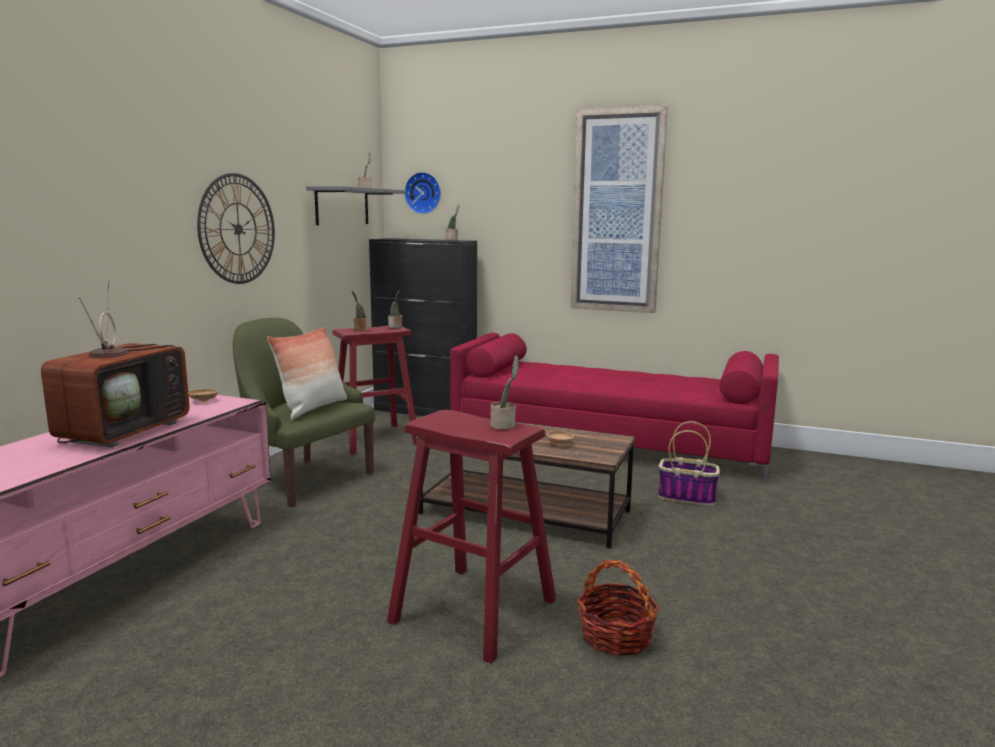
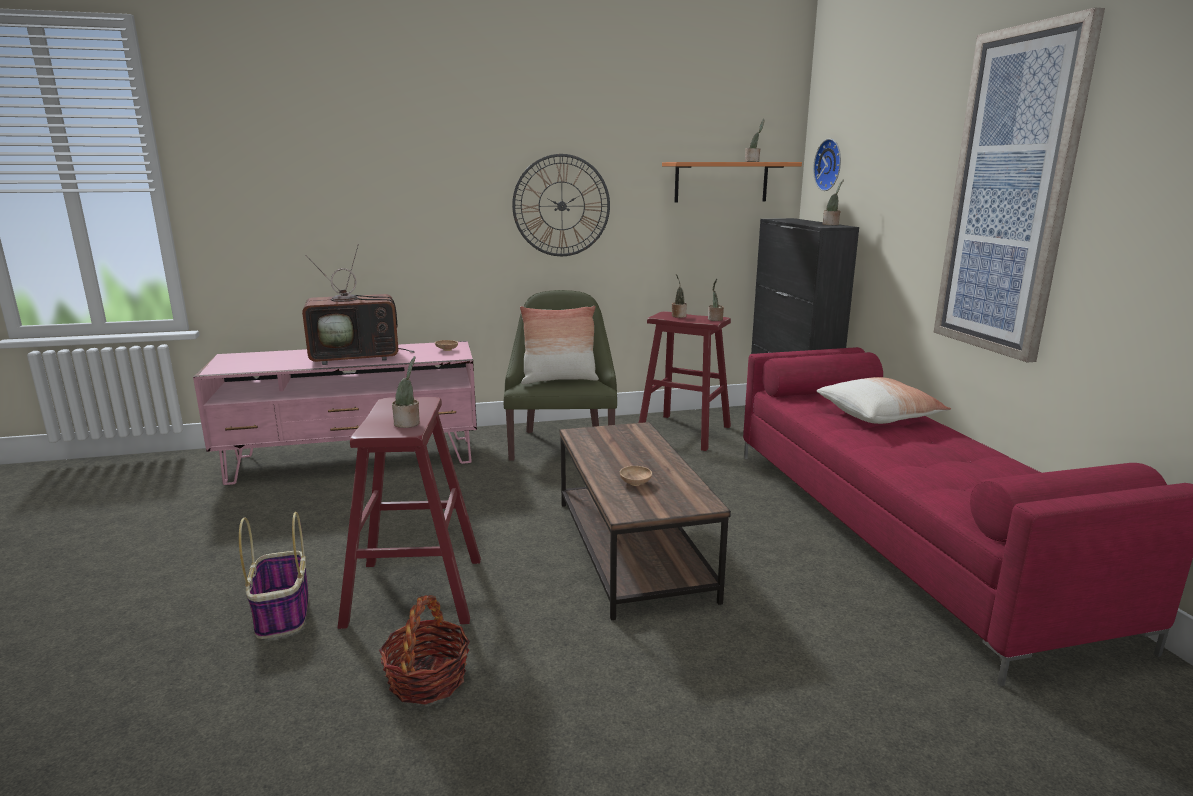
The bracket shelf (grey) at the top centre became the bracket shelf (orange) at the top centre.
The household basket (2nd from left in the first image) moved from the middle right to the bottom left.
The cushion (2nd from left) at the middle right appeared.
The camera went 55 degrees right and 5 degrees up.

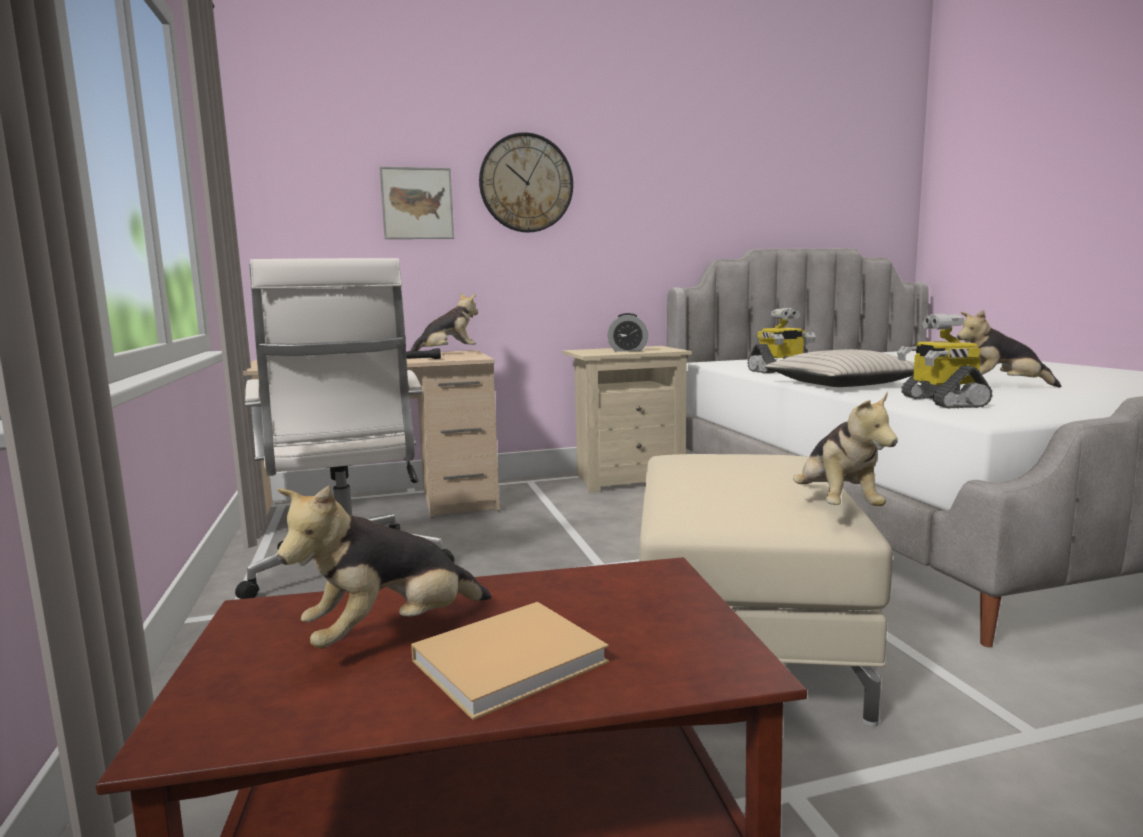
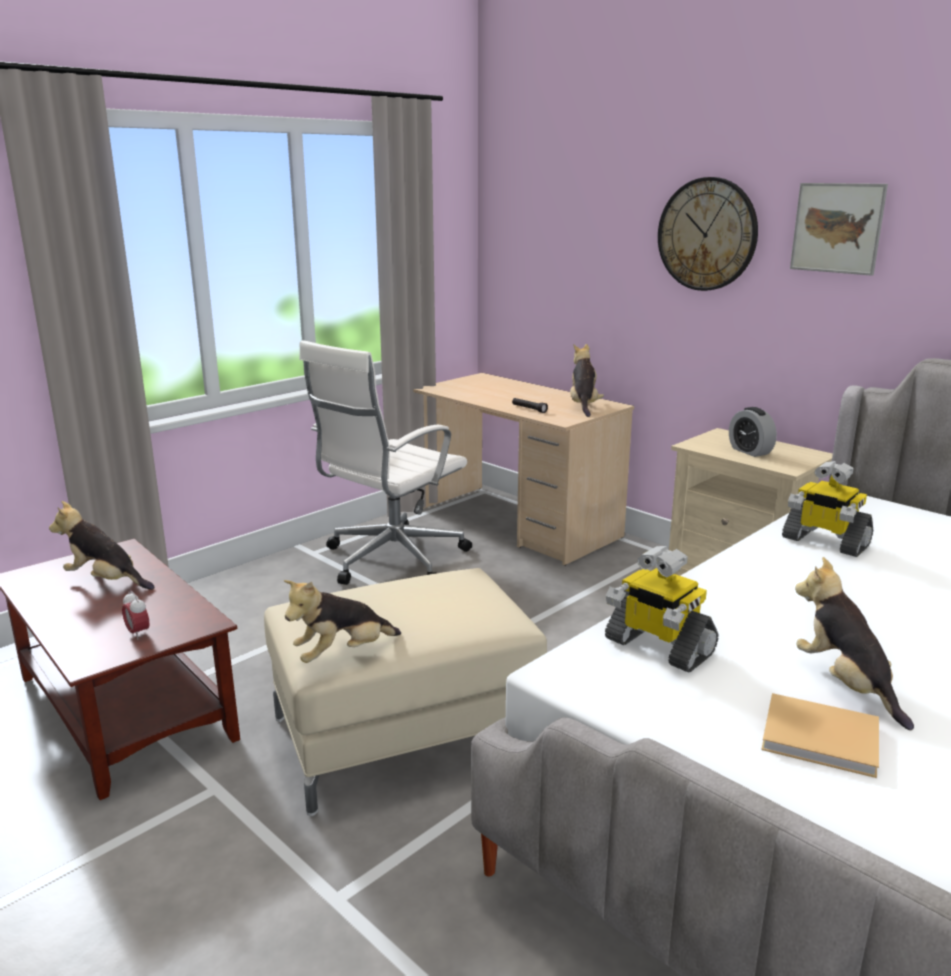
The wall art moved from the top centre to the top right.
The soft toy (2nd from left in the first image) at the centre turned 120 degrees counterclockwise.
The toy robot (2nd from left in the first image) at the middle right turned 105 degrees counterclockwise.
The cushion (sand-coloured) at the middle right disappeared.
The volume (sand-coloured) moved from the bottom centre to the bottom right.
The table clock (1st from left) at the middle left appeared.
The camera went 60 degrees right and 10 degrees up.

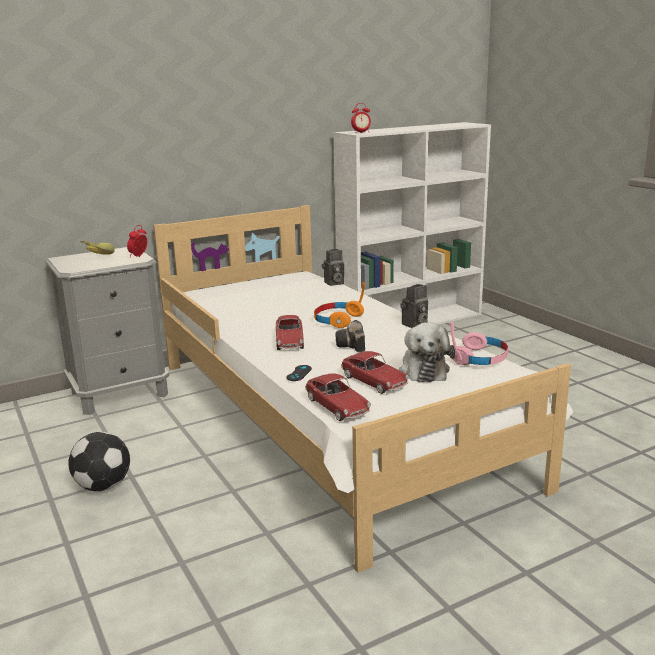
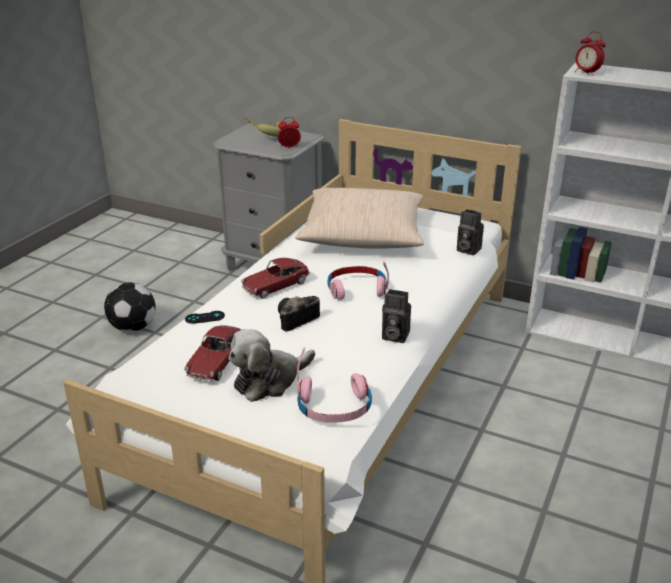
The pair of headphones (orange) at the centre became the pair of headphones (pinkish) (2nd from left) at the centre.
The toy car (2nd from left) at the centre disappeared.
The cushion (sand-coloured) at the centre appeared.
The camera went 55 degrees right and 10 degrees up.

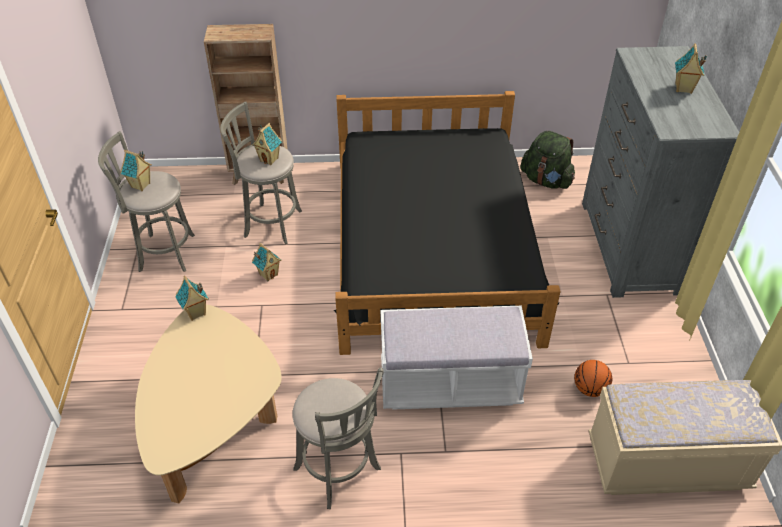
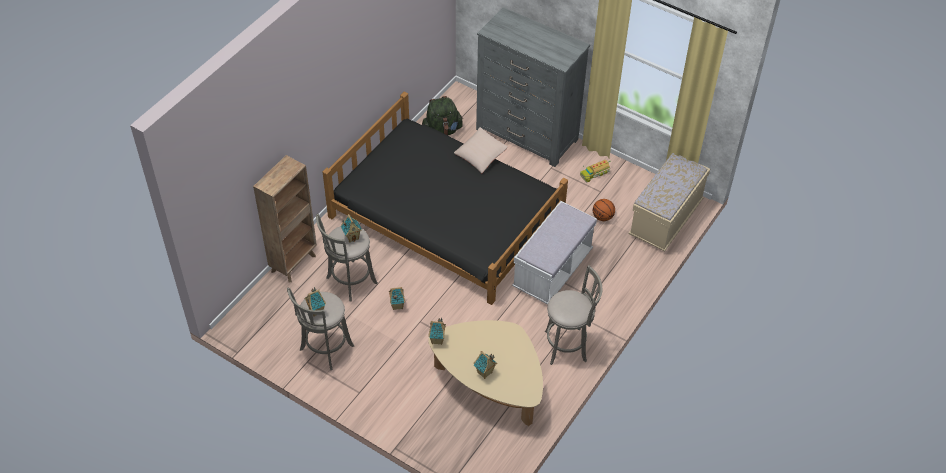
The toy house (5th from left) moved from the top right to the bottom centre.
The cushion (sand-coloured) at the top centre appeared.
The toy truck at the centre appeared.
The camera went 55 degrees left and 5 degrees up.

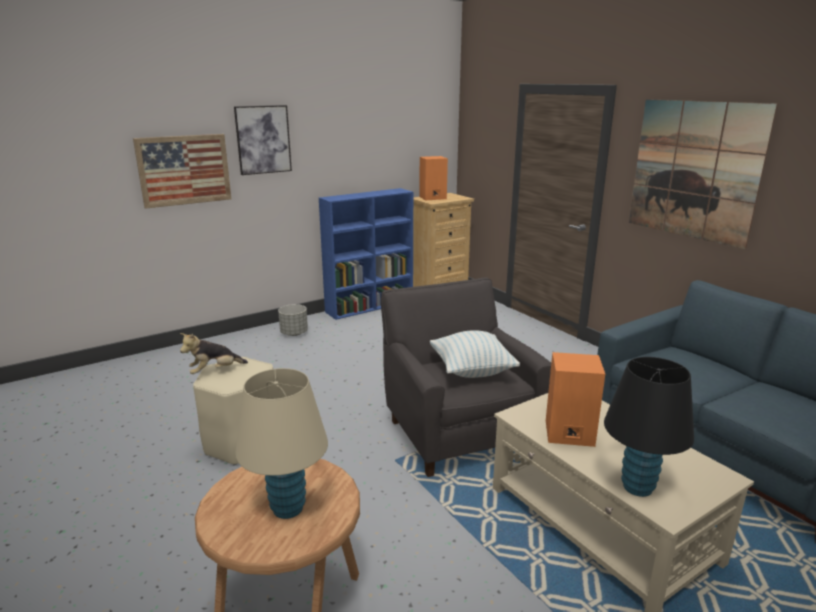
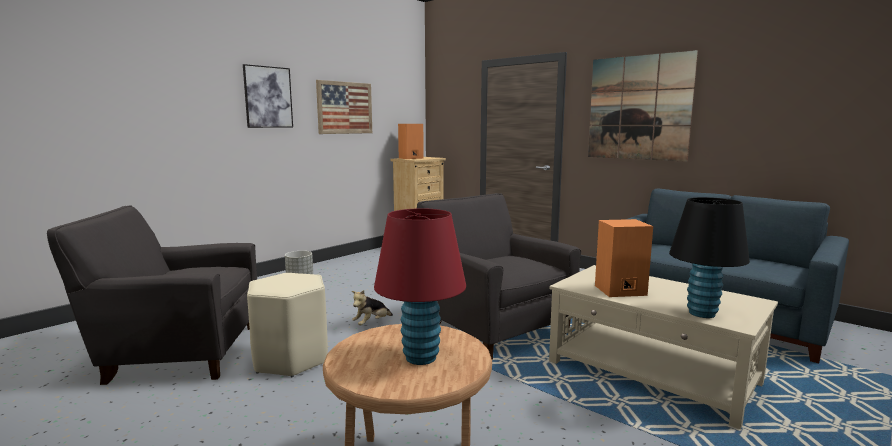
The wall art (1st from left in the first image) moved from the top left to the top centre.
The shelving unit (bluish) at the centre disappeared.
The cushion at the centre disappeared.
The soft toy moved from the middle left to the bottom centre.
The lamp for a table (sand-coloured) at the bottom centre became the lamp for a table (reddish) at the centre.
The armchair (grey) (1st from left) at the middle left appeared.
The camera went 15 degrees left and 10 degrees down.

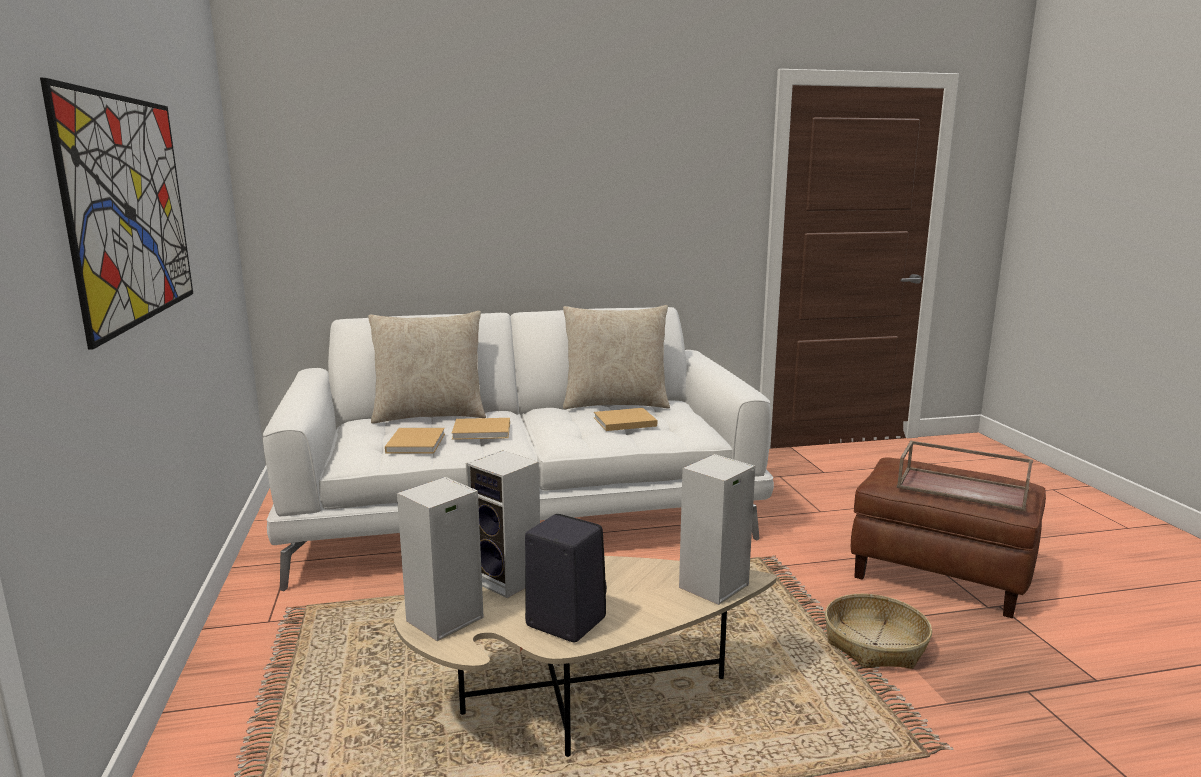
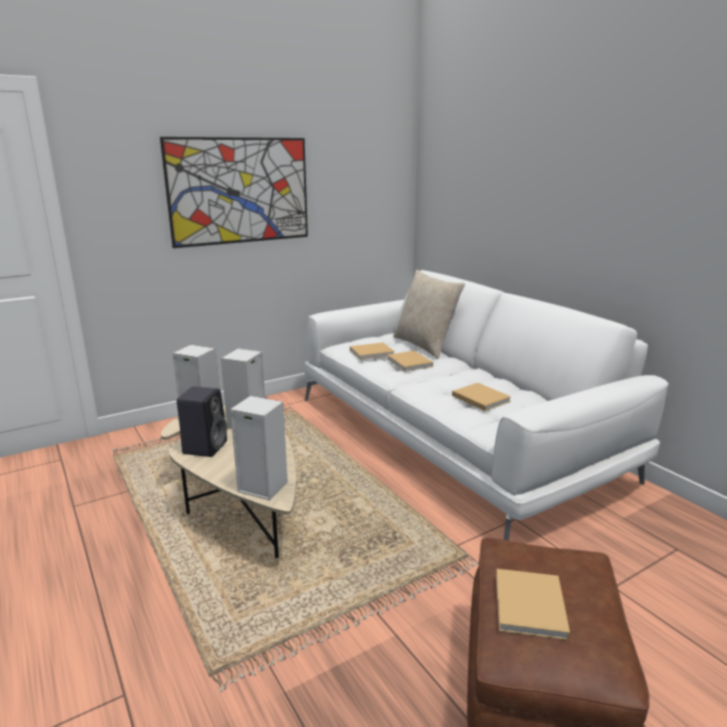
The cushion (sand-coloured) (2nd from left) at the centre disappeared.
The serving tray (brown-coloured) at the middle right was replaced by the volume (sand-coloured) (4th from left) at the bottom right.
The household basket at the bottom right disappeared.
The camera went 70 degrees right and 5 degrees up.

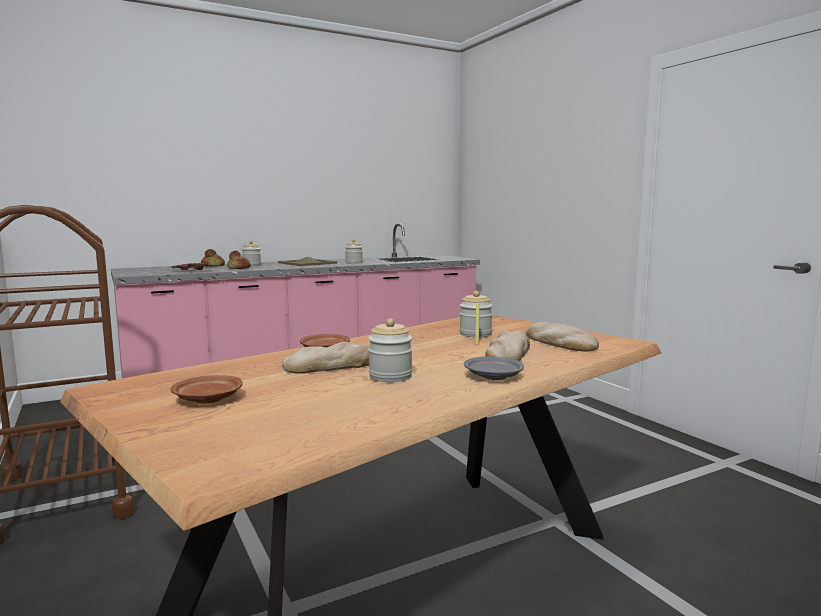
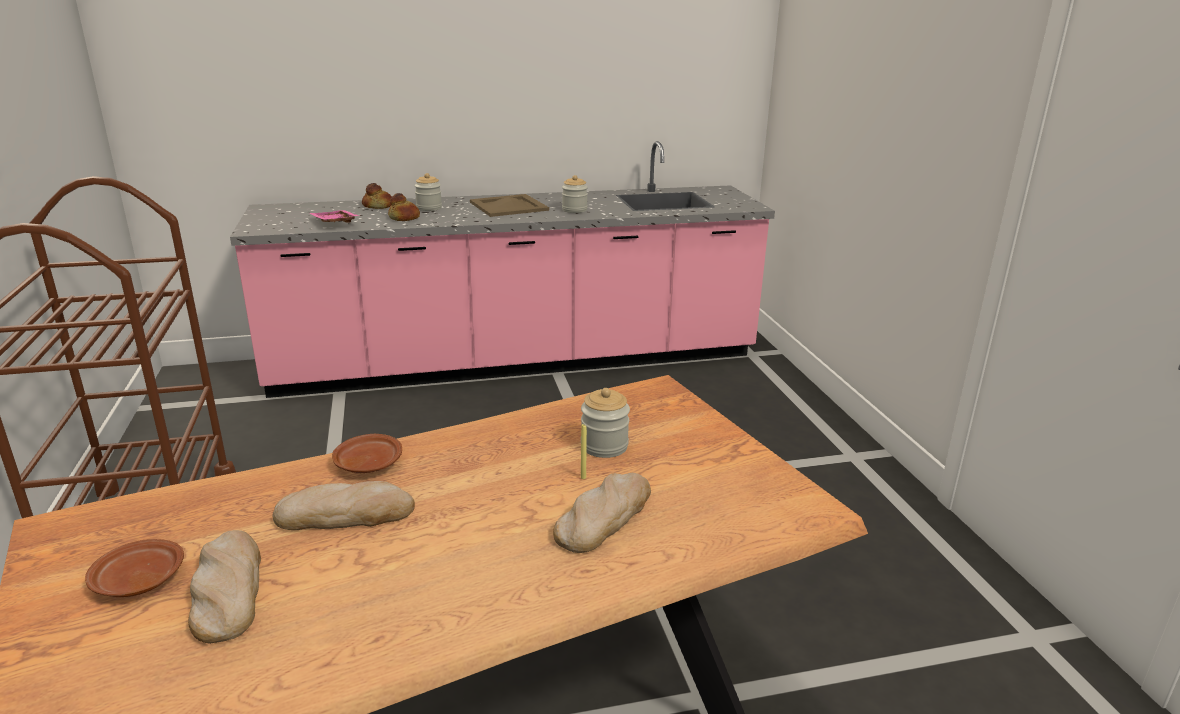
The storage jar (3rd from left) at the centre disappeared.
The baked bread (5th from left in the first image) moved from the middle right to the bottom left.
The flat dish (grey) at the centre disappeared.
The camera went 15 degrees right and 15 degrees up.

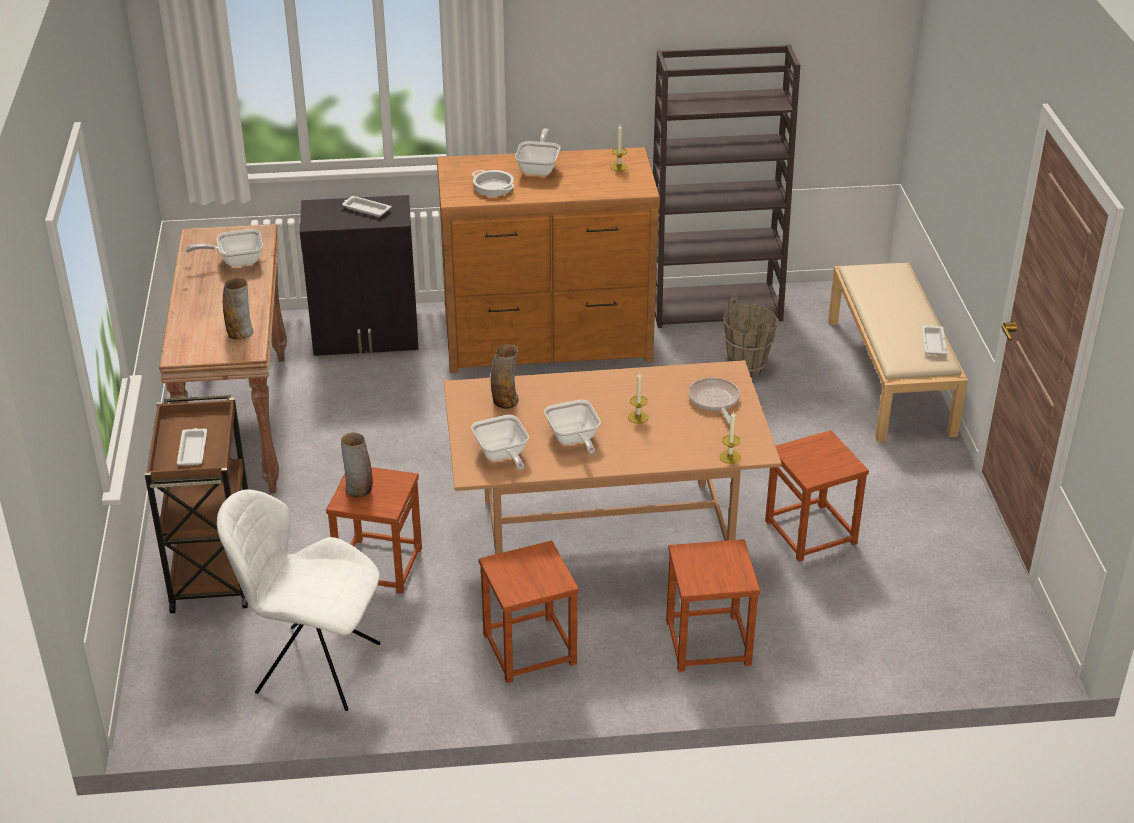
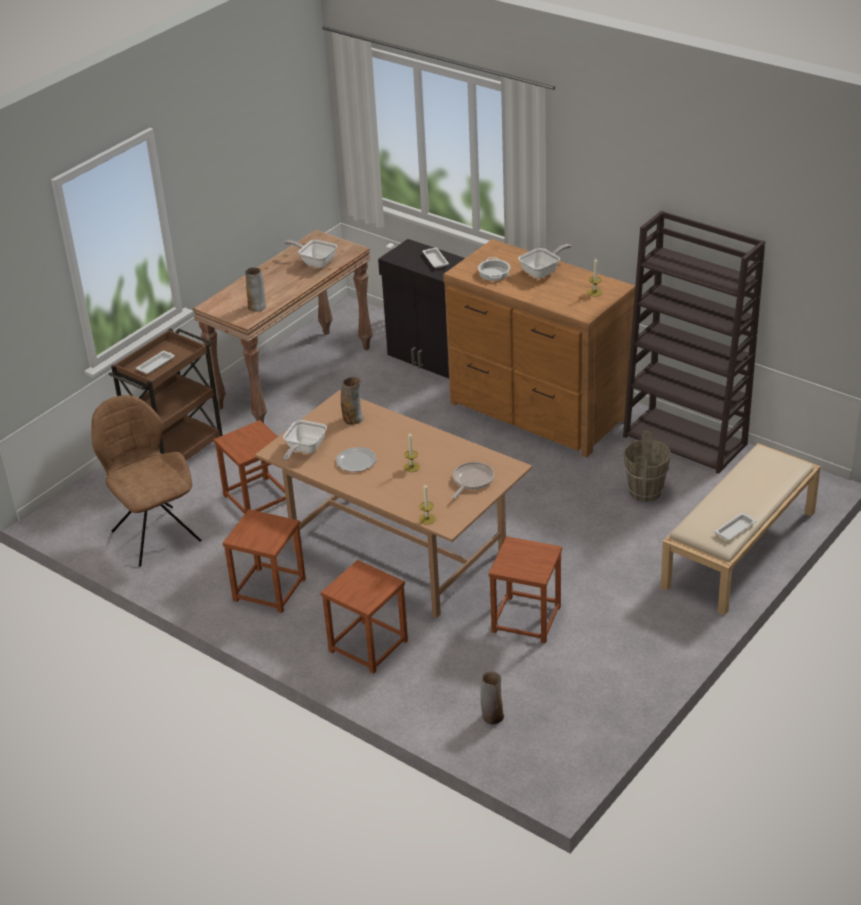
The skillet (4th from left) at the centre was replaced by the flat dish at the centre.
The flower vase (2nd from left in the first image) moved from the middle left to the bottom centre.
The chair (whitish) at the bottom left became the chair (brown-coloured) at the middle left.
The camera went 45 degrees right and 0 degrees up.

